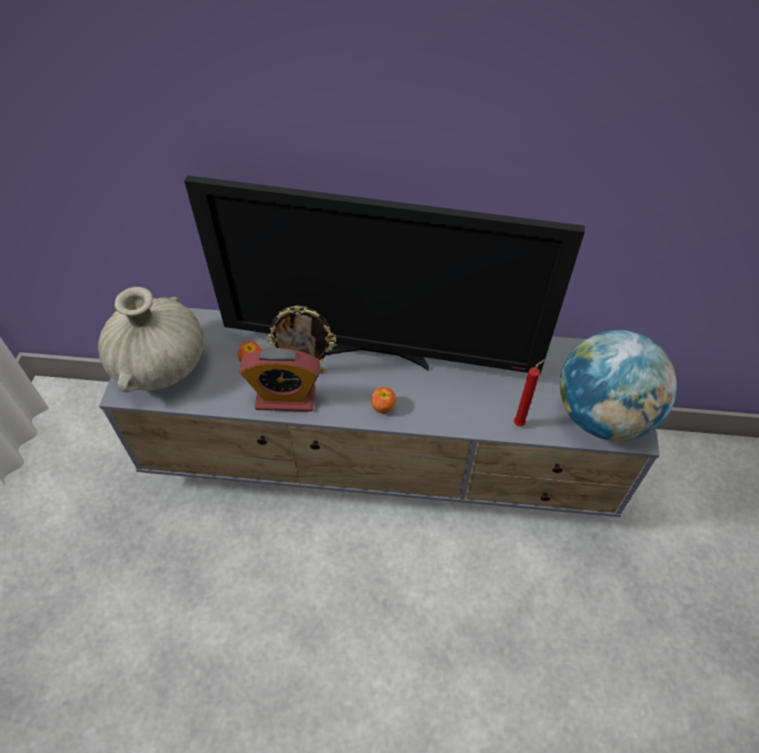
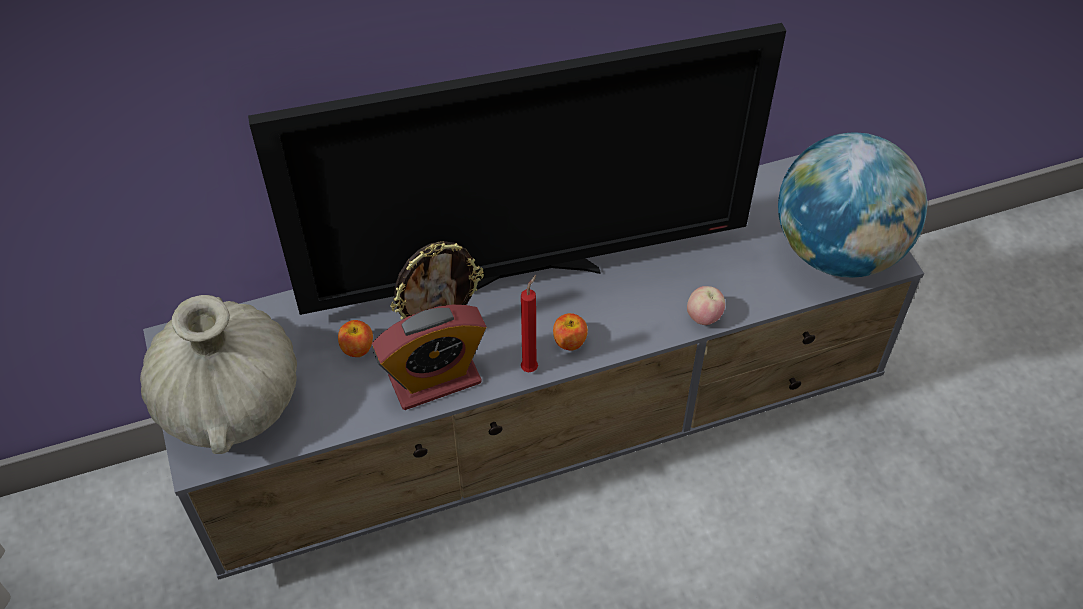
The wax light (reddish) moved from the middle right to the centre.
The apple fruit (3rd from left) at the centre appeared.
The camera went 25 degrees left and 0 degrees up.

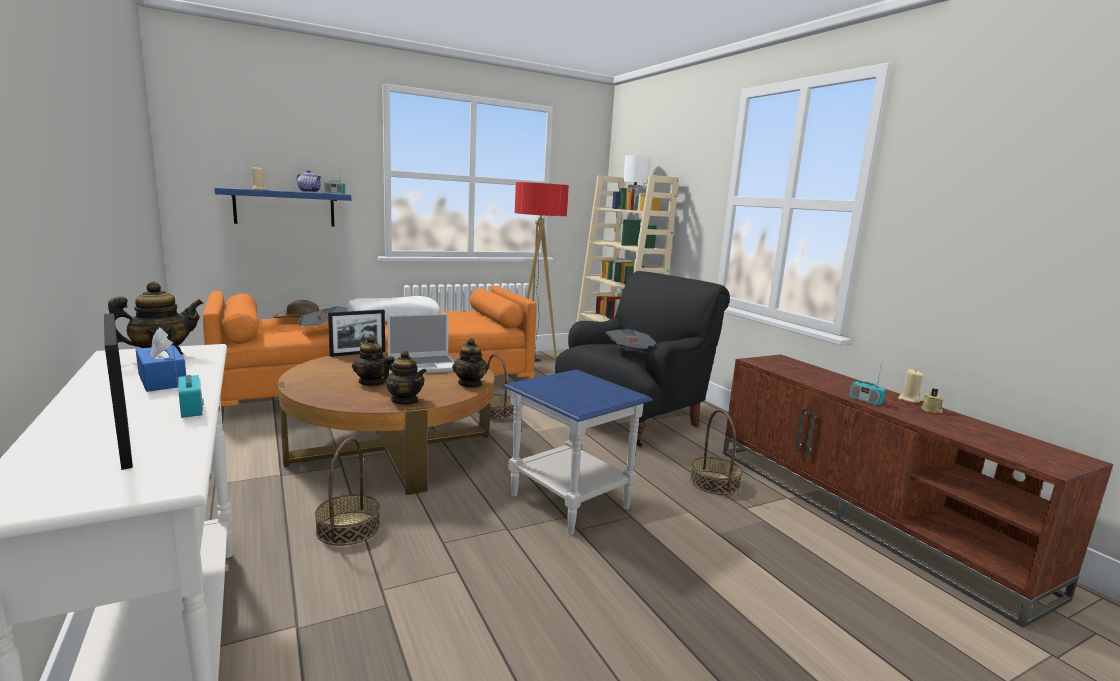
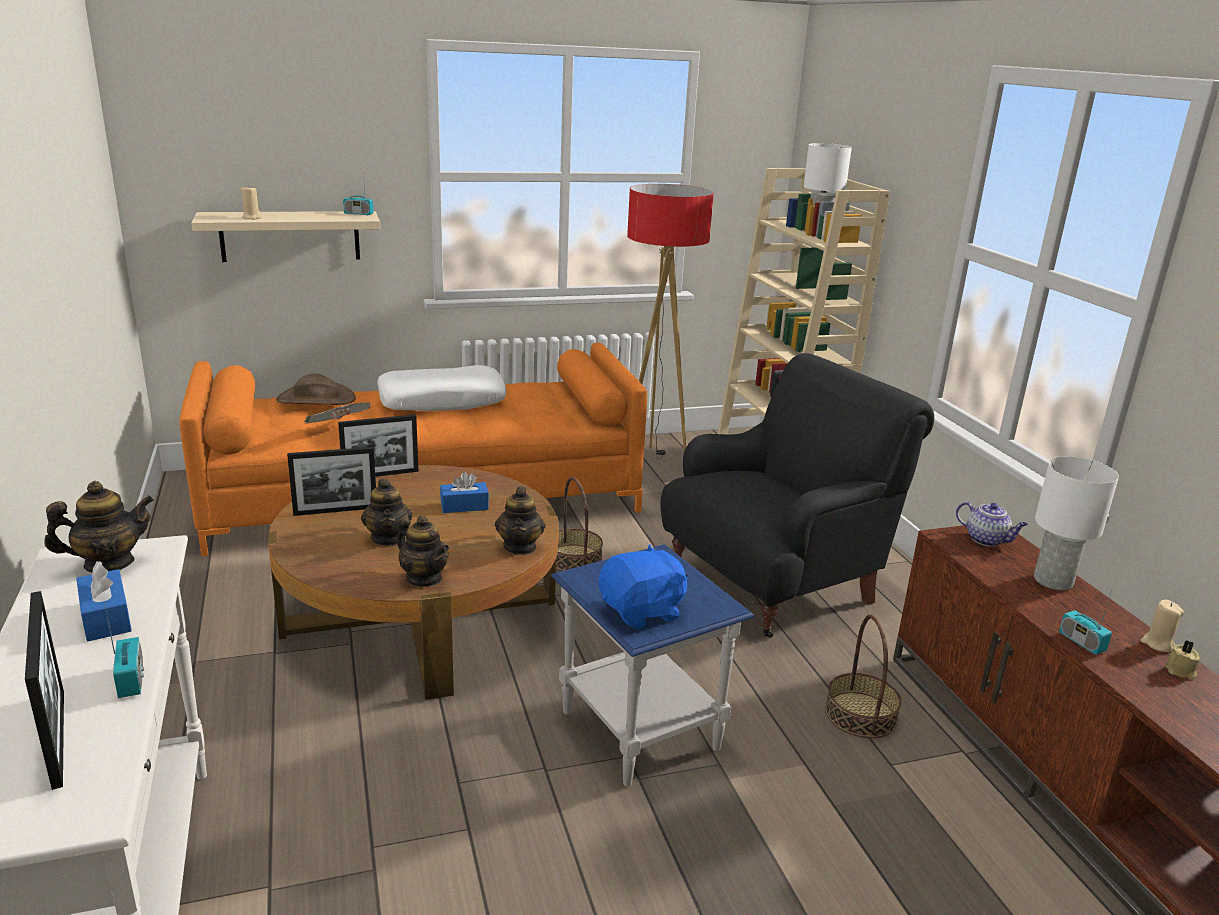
The teapot (2nd from left in the first image) moved from the top left to the middle right.
The bracket shelf (bluish) at the top left became the bracket shelf (sand-coloured) at the top left.
The portable computer at the centre was replaced by the box of tissues (bluish) (2nd from left) at the centre.
The printed paper (2nd from left) at the centre disappeared.
The household basket (1st from left) at the bottom left disappeared.
The standing frame (2nd from left) at the middle left appeared.
The lamp for a table (whitish) (2nd from left) at the middle right appeared.
The soft toy (bluish) at the centre appeared.
The camera went 10 degrees right and 10 degrees up.

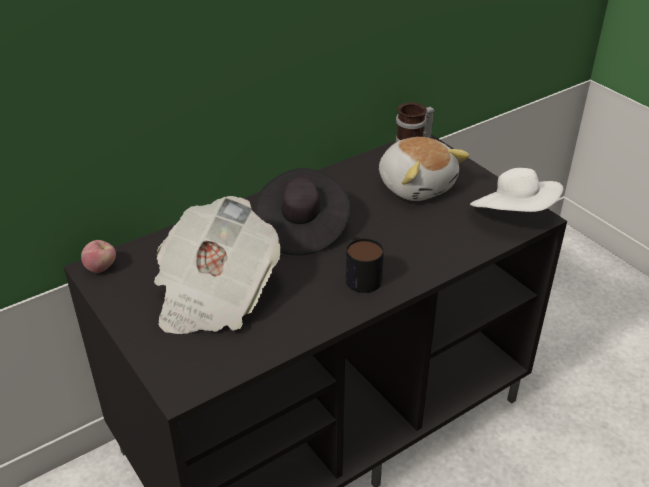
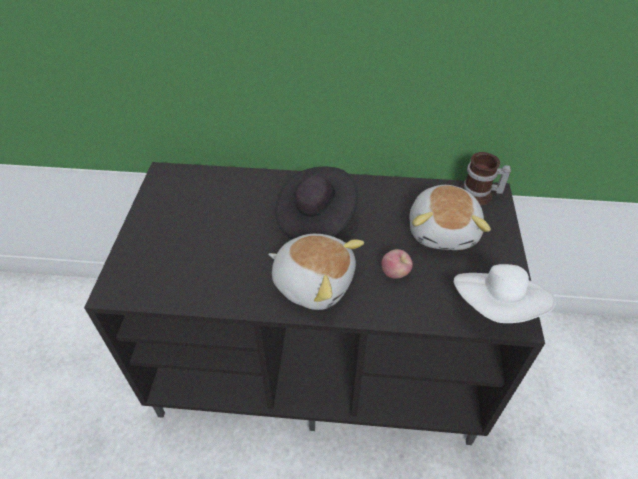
The printed paper at the centre disappeared.
The coffee mug (1st from left) at the centre was replaced by the soft toy (1st from left) at the centre.
The apple fruit moved from the middle left to the centre.
The camera went 40 degrees right and 10 degrees up.

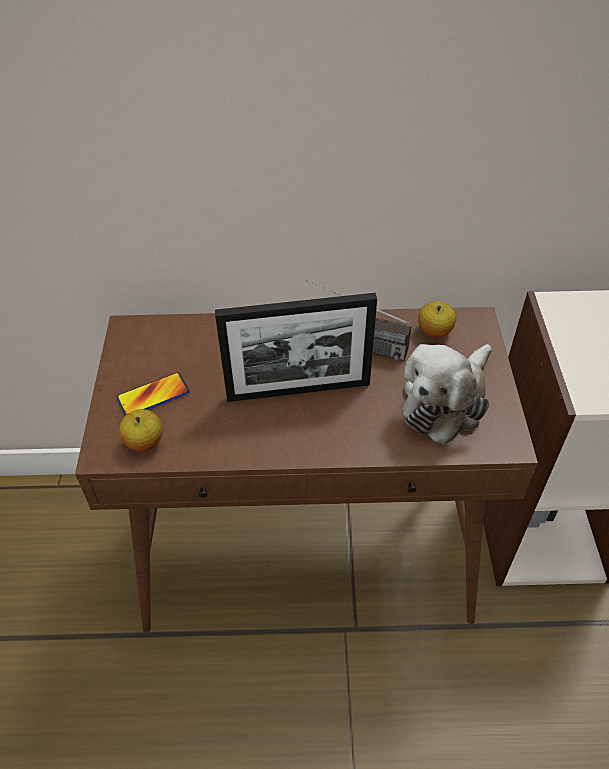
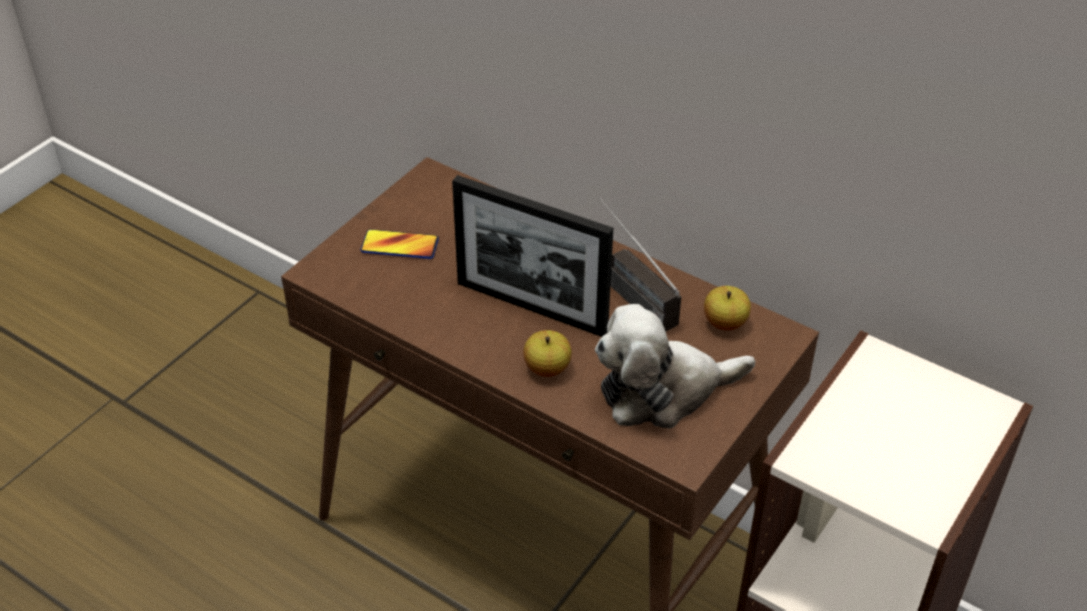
The apple fruit (1st from left) moved from the middle left to the centre.
The camera went 35 degrees right and 5 degrees down.

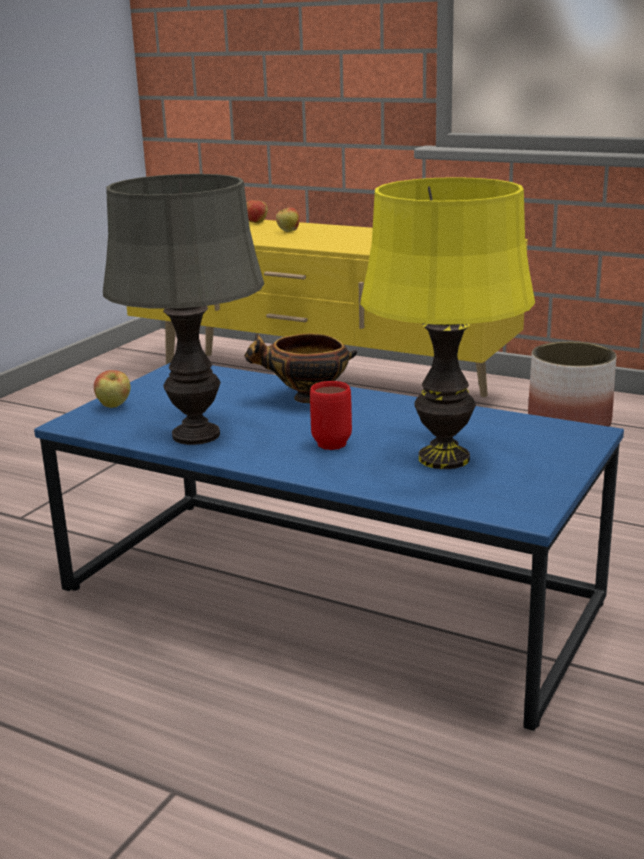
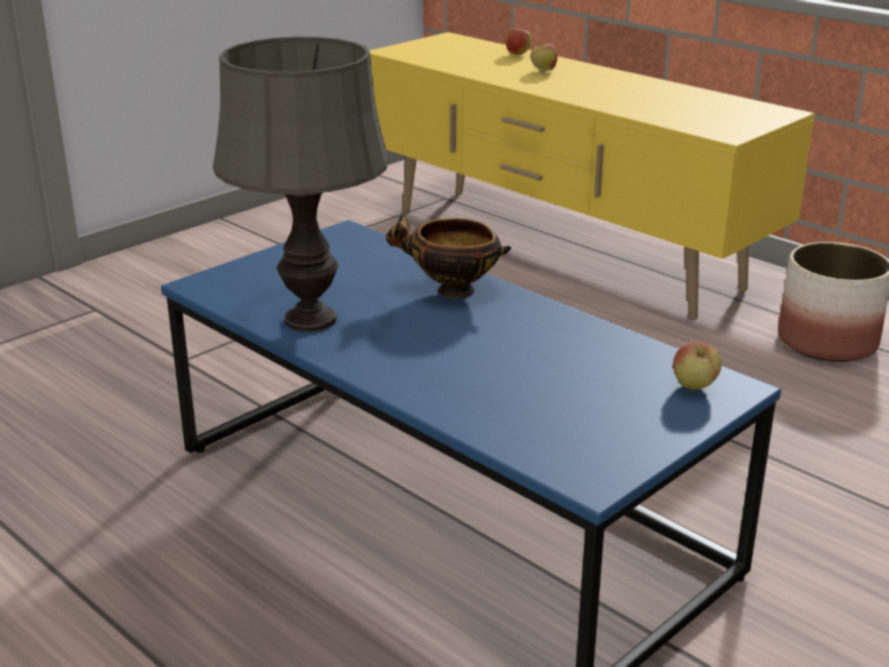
The lamp for a table (yellow) at the middle right disappeared.
The apple fruit (1st from left in the first image) moved from the middle left to the middle right.
The coffee mug (reddish) at the centre disappeared.
The camera went 15 degrees right and 5 degrees up.

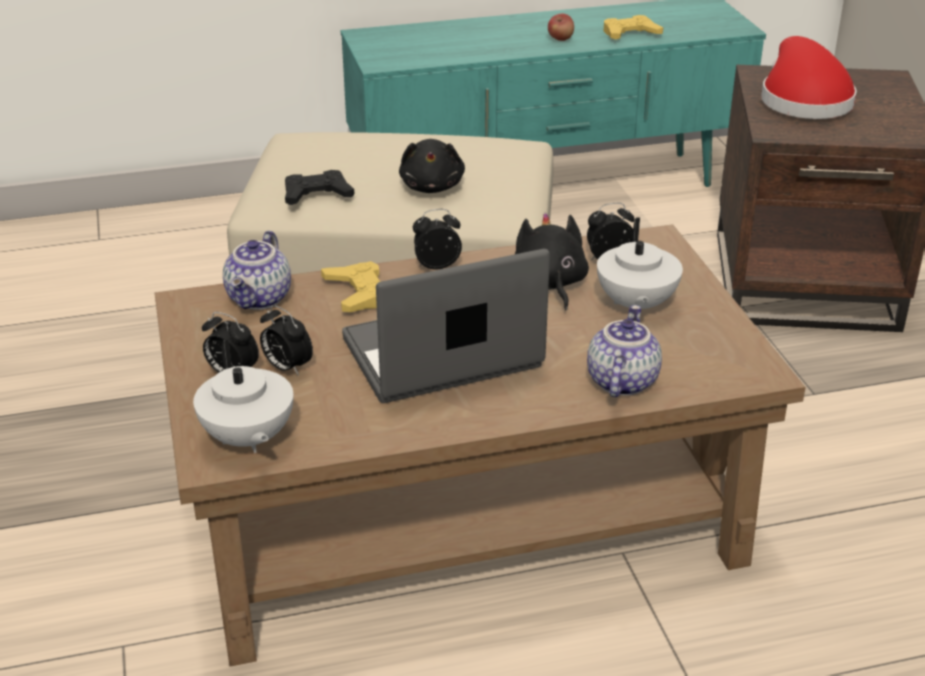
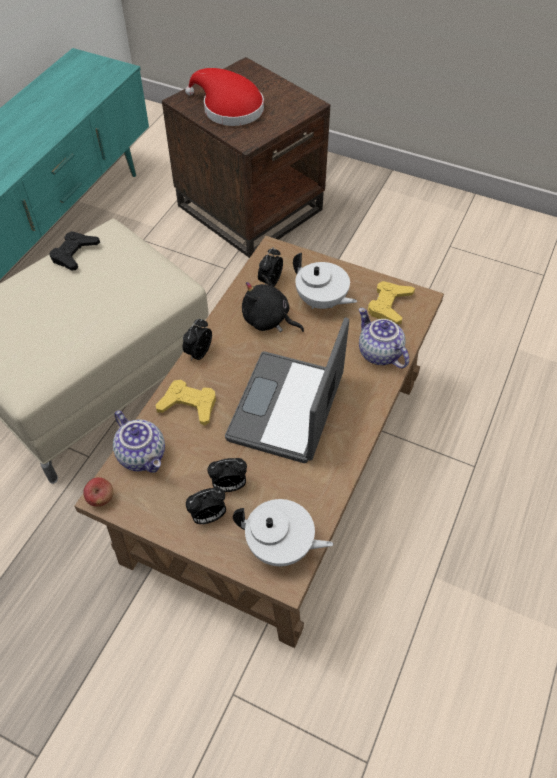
The apple fruit moved from the top centre to the middle left.
The joypad (yellow) (2nd from left) moved from the top right to the middle right.
The soft toy (black) (1st from left) at the top centre disappeared.
The joypad (black) moved from the top centre to the top left.
The camera went 50 degrees left and 20 degrees up.

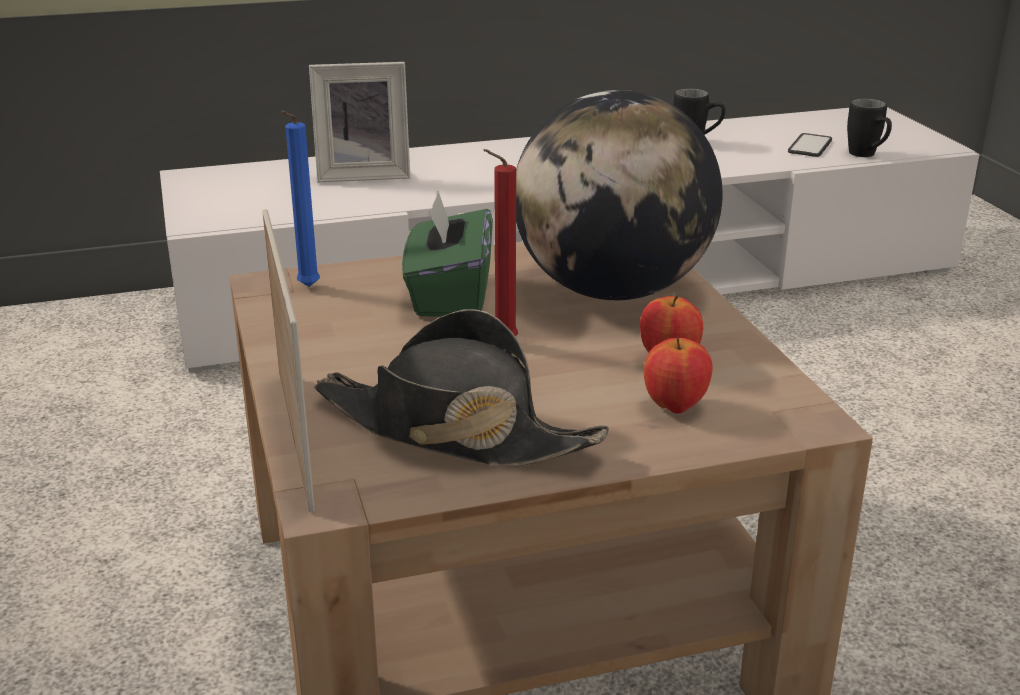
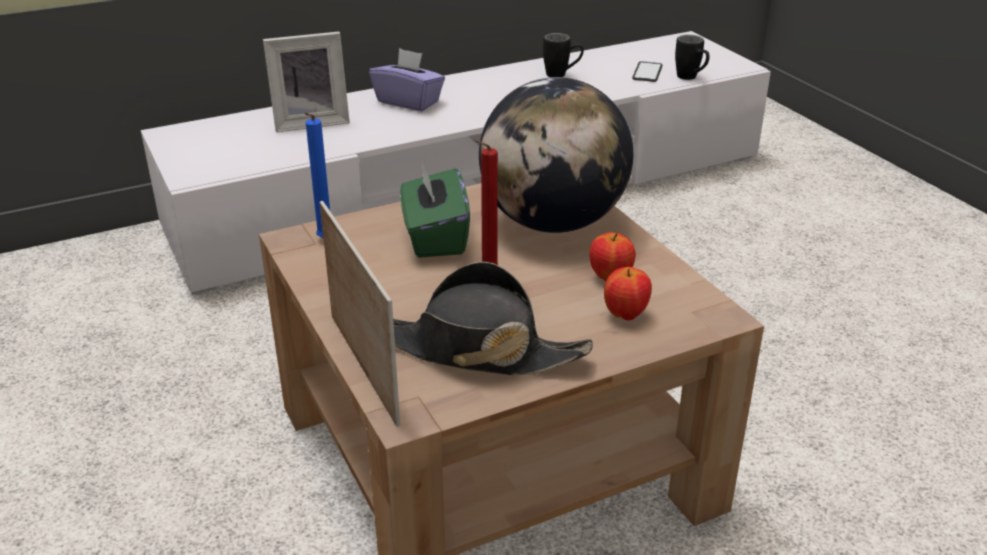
The box of tissues (purplish) at the top centre appeared.
The camera went 10 degrees left and 5 degrees up.

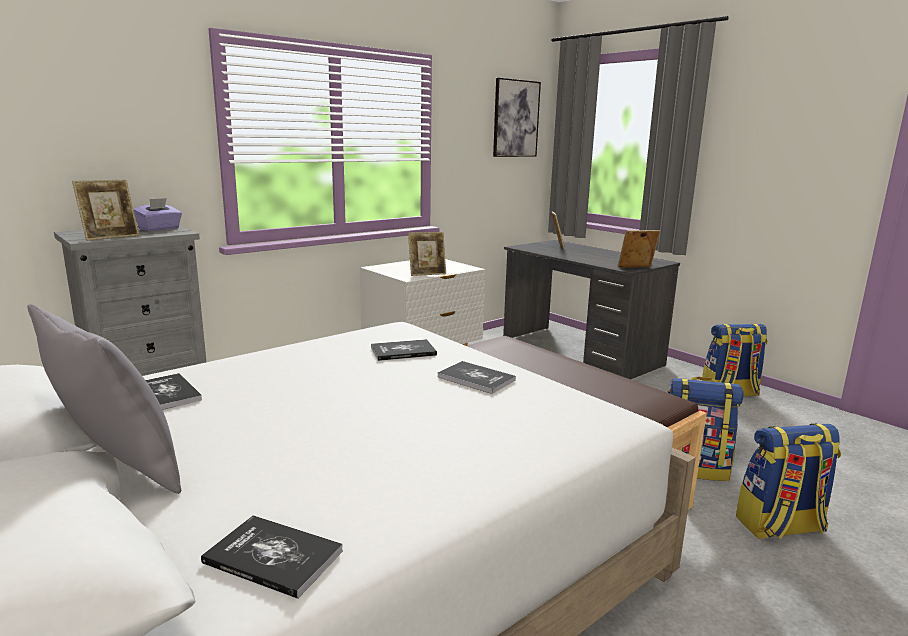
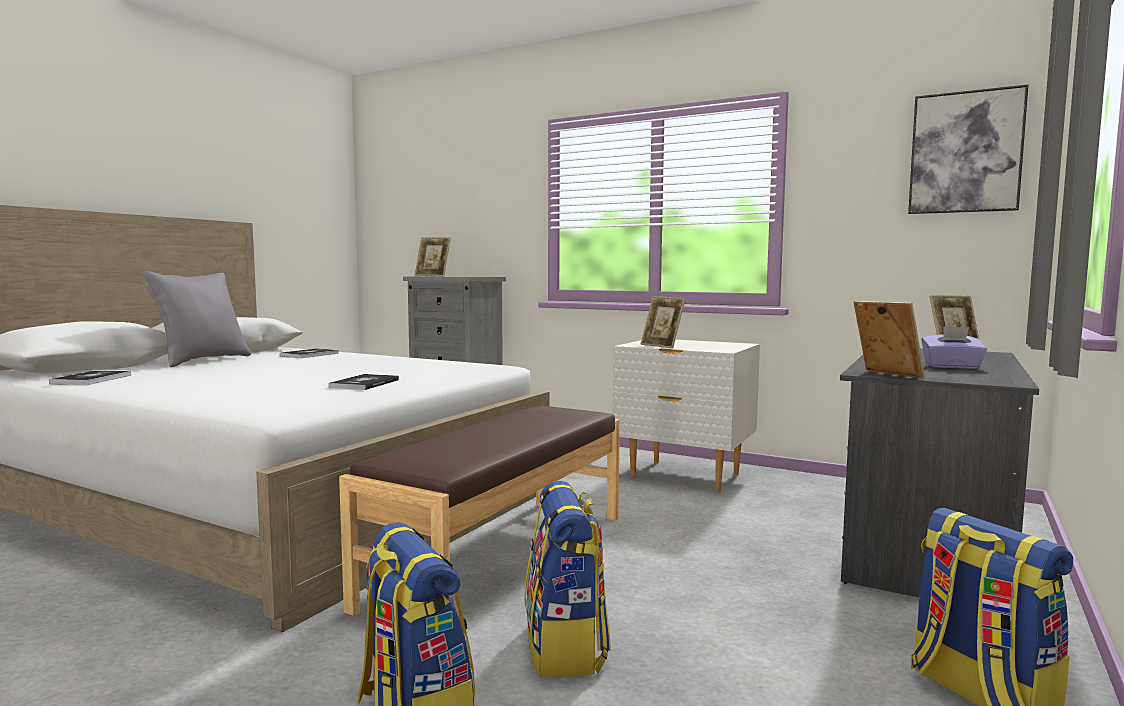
The box of tissues (purplish) moved from the middle left to the middle right.
The volume (3rd from left) at the centre disappeared.
The camera went 70 degrees right and 10 degrees down.

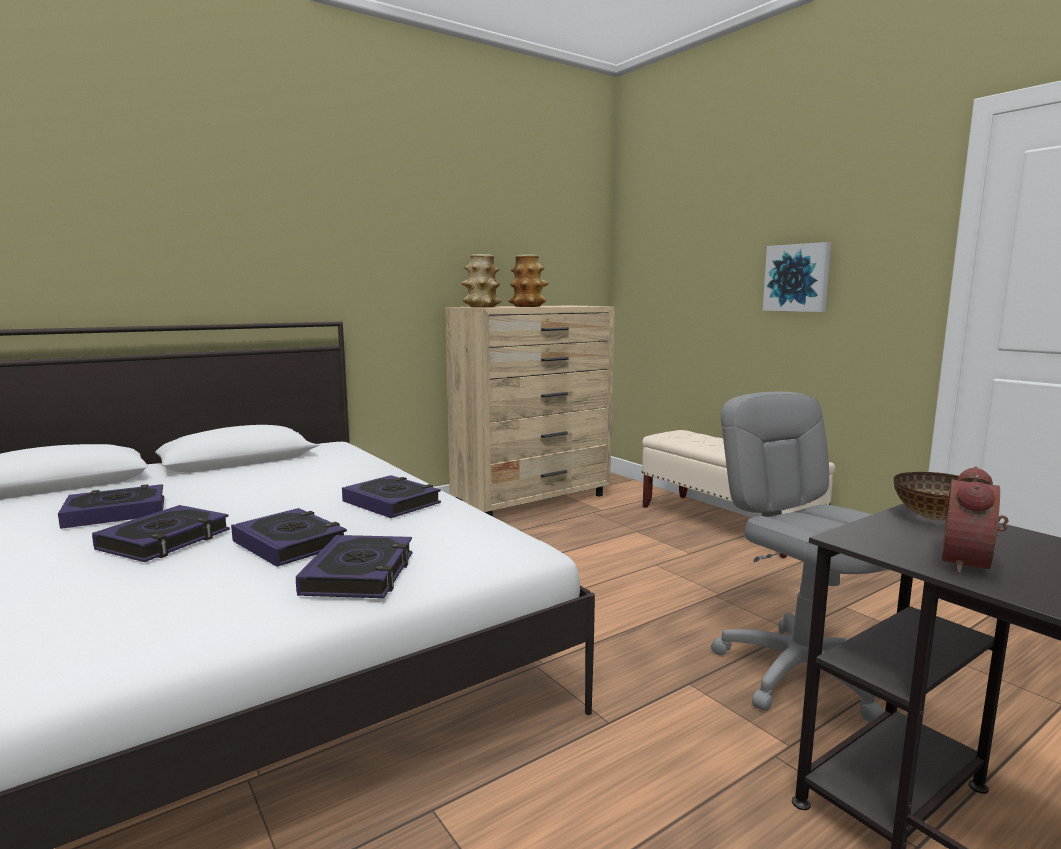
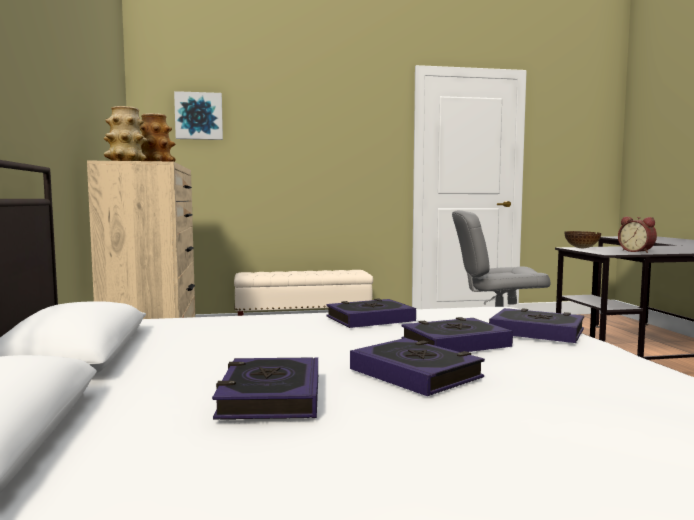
The wall art moved from the top right to the top left.
The camera went 65 degrees left and 5 degrees down.

